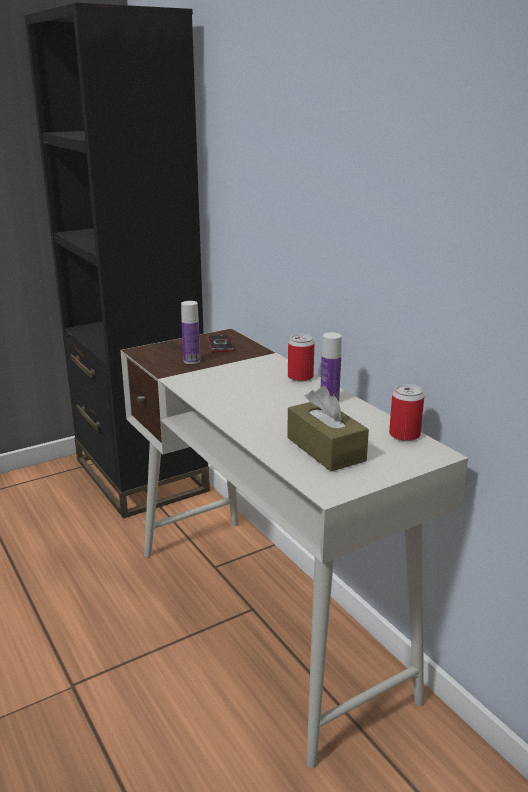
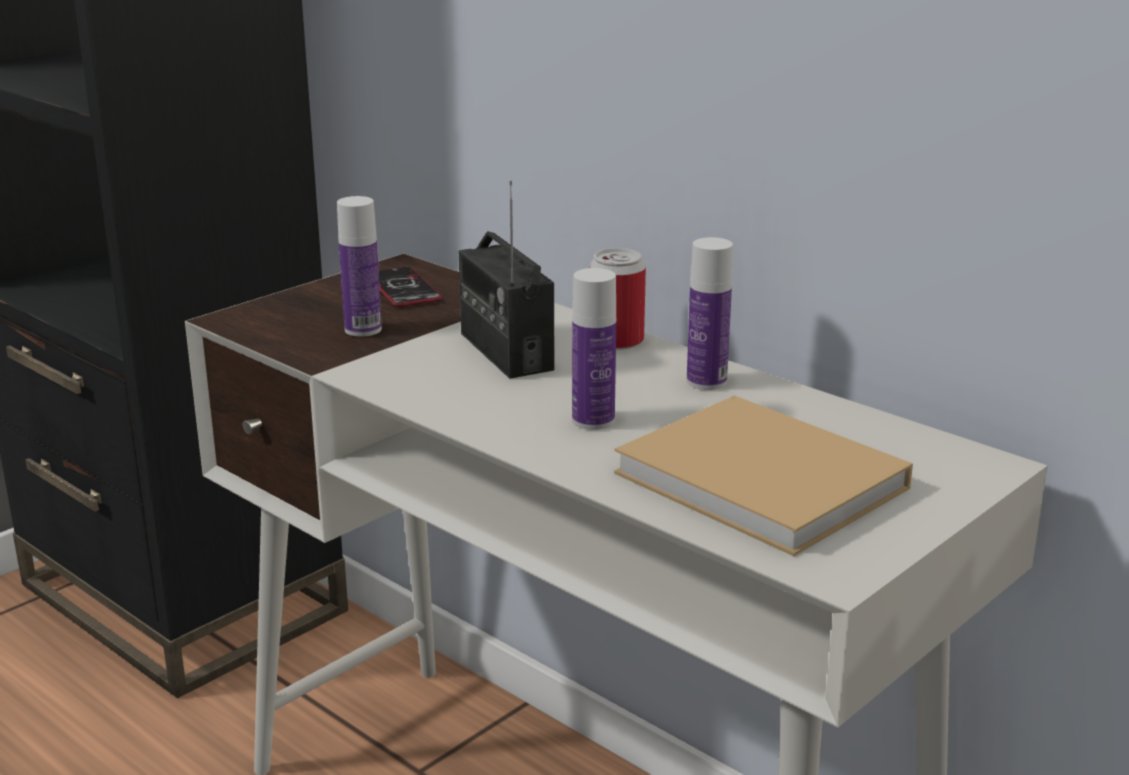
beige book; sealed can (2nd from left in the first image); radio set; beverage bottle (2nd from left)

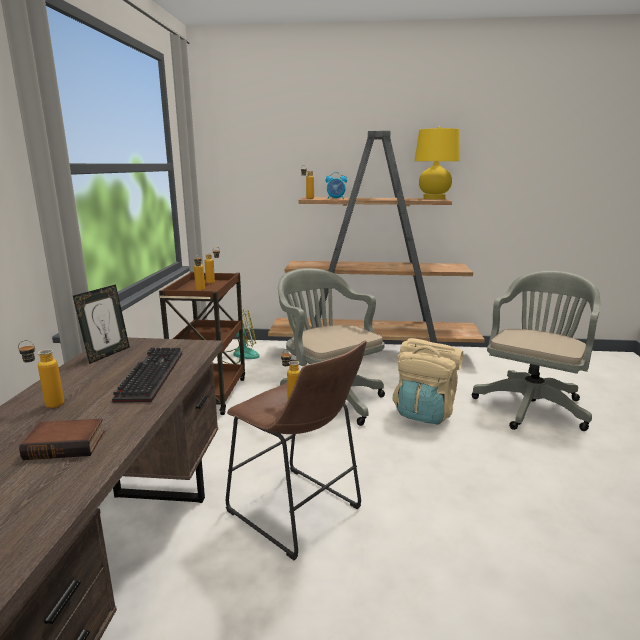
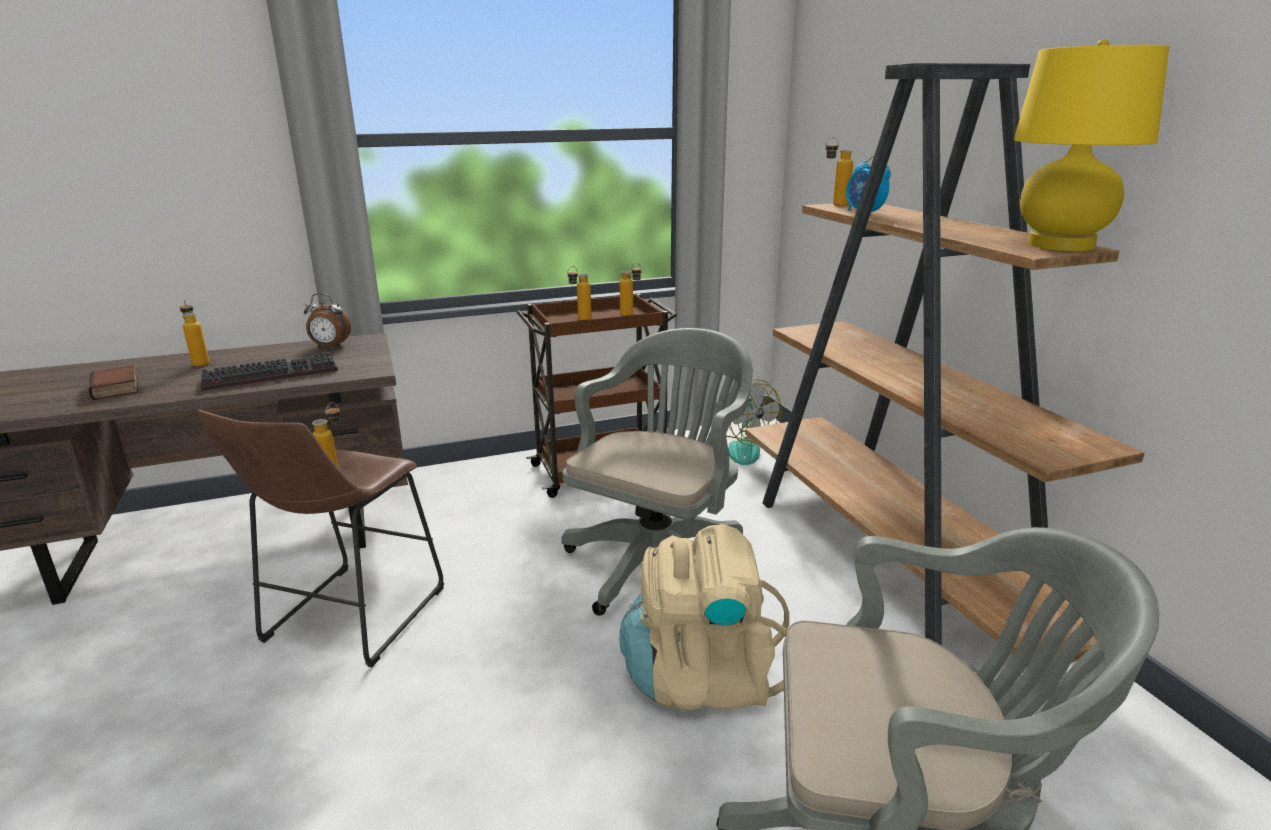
bedside clock (1st from left)

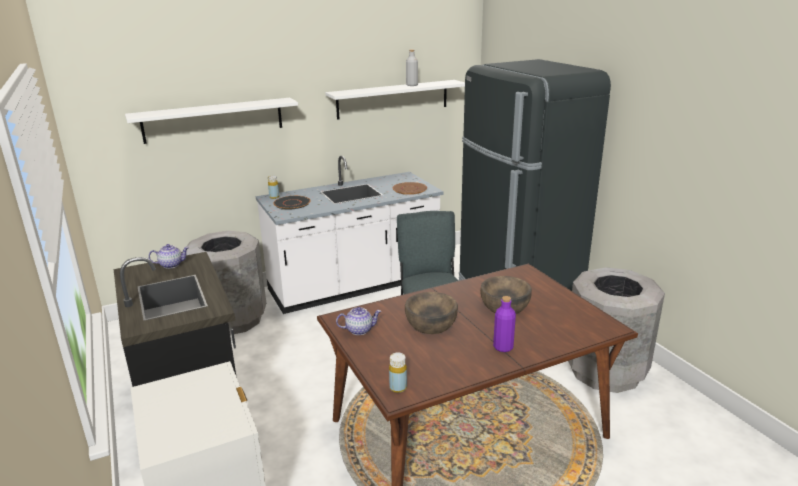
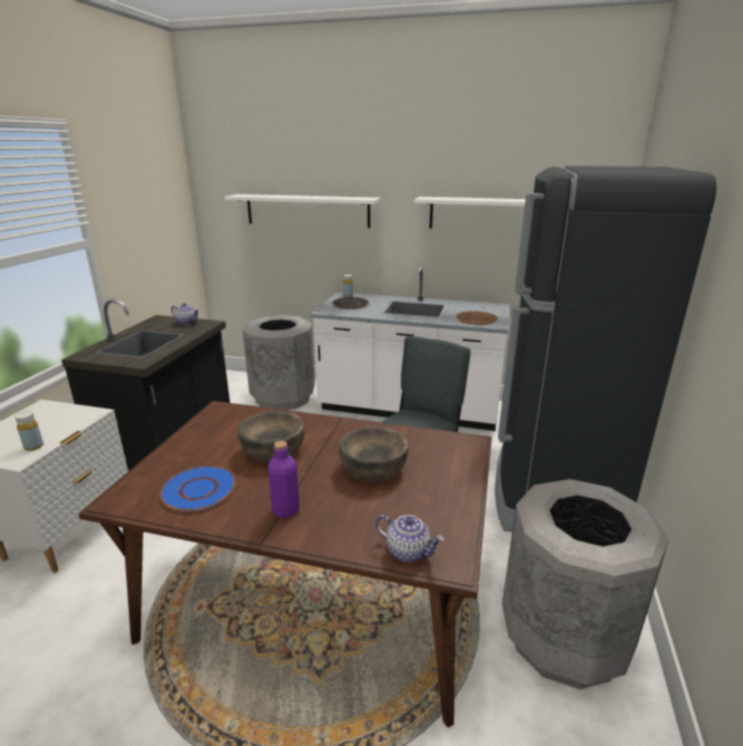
tea pot (2nd from left); yellowish beverage bottle (1st from left); gray beverage bottle; blue dinner plate

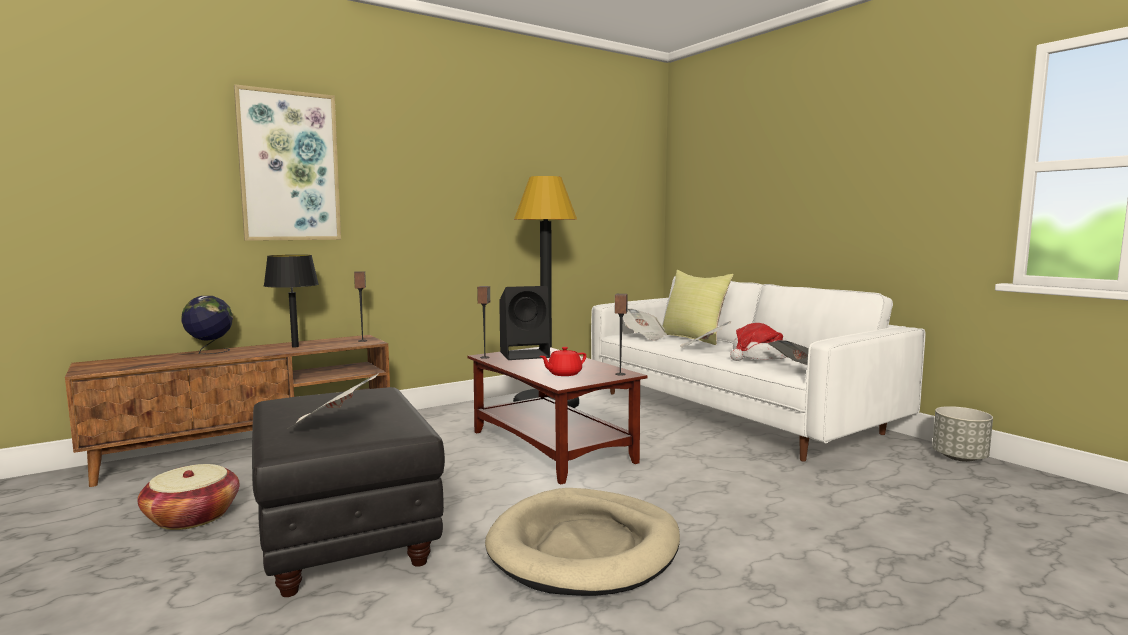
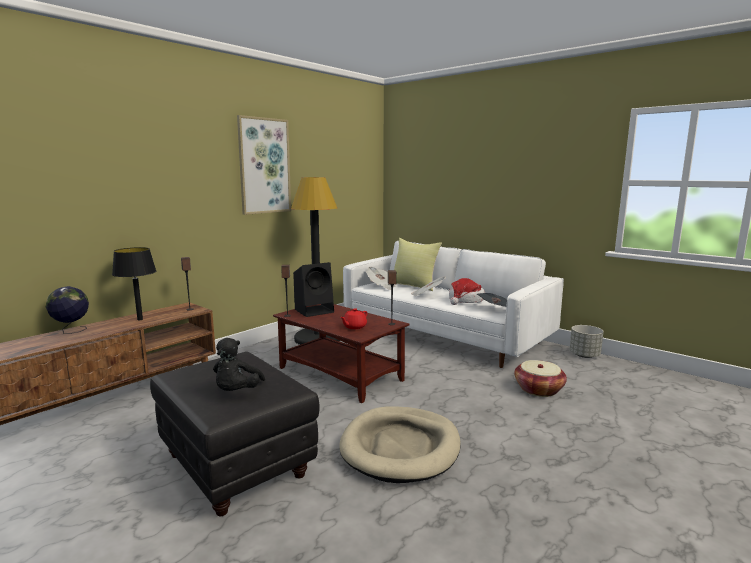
basket; wall art; black-coloured soft toy

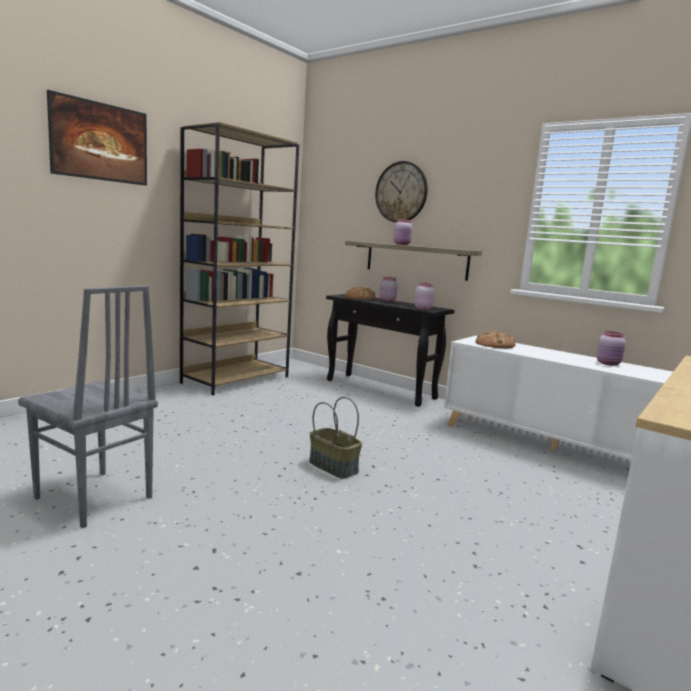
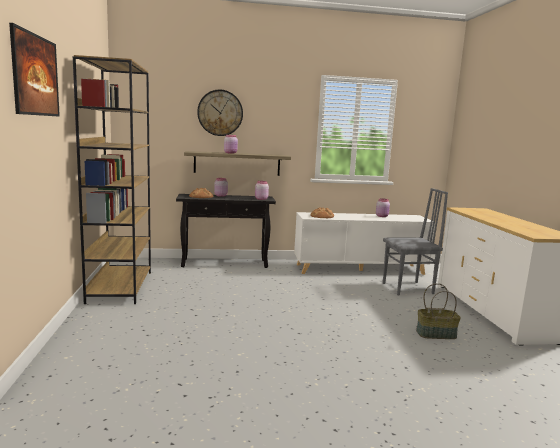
gray upright chair; basket

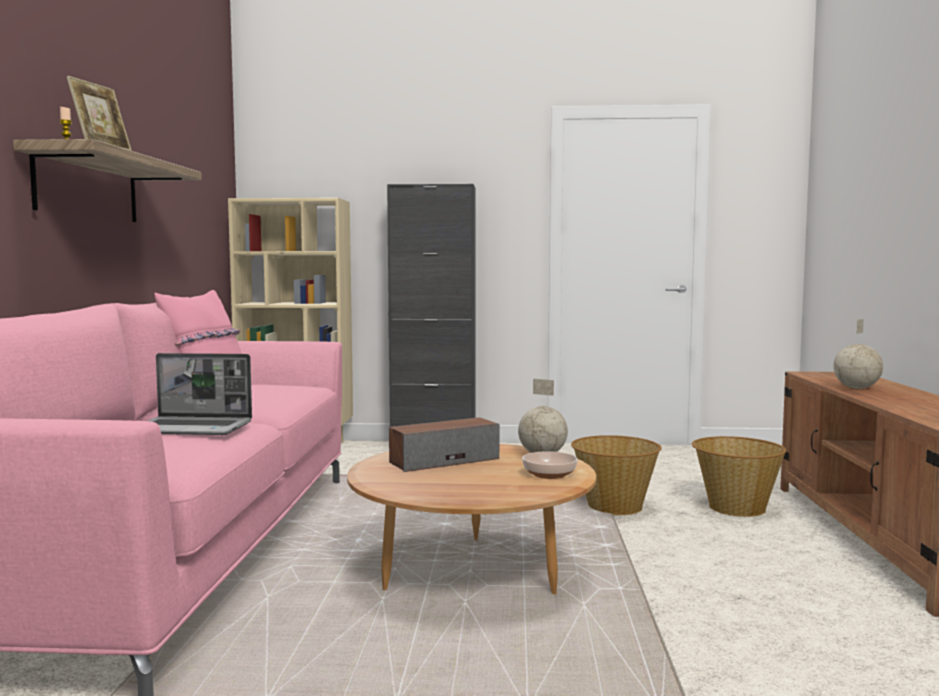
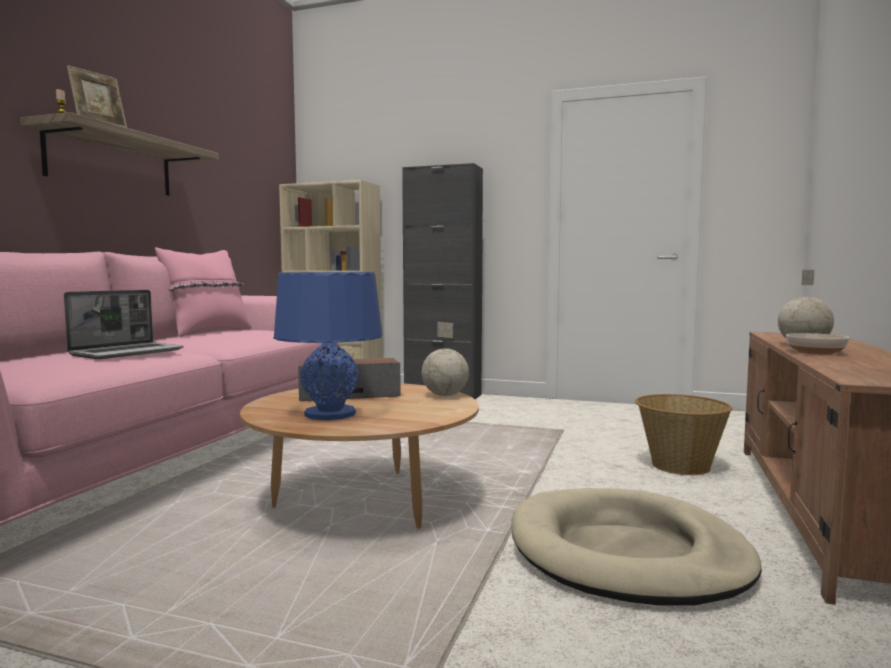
notebook computer; bowl; basket (1st from left in the first image); blue lamp for a table; beige dog cushion

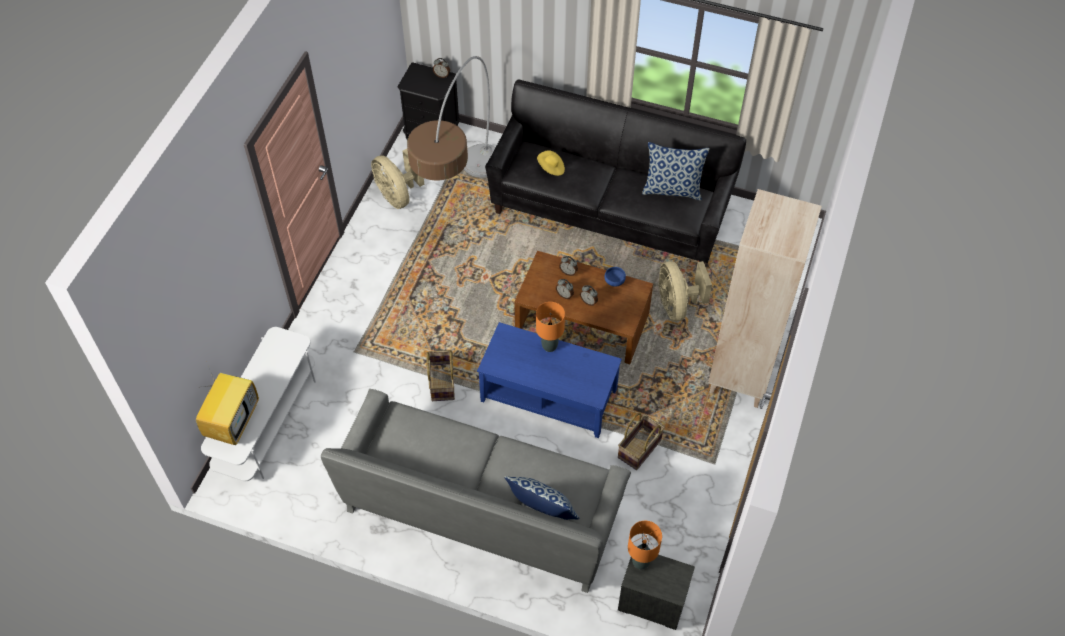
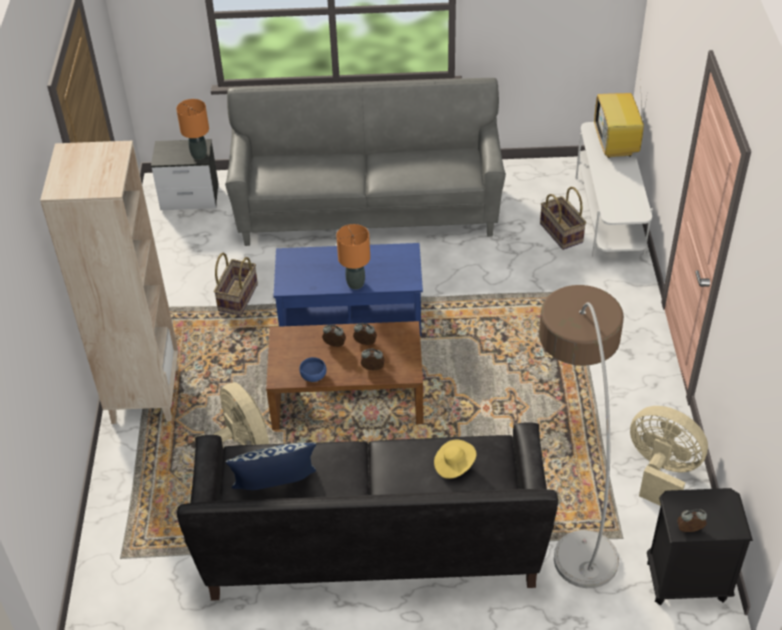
basket (2nd from left); throw pillow (1st from left in the first image)

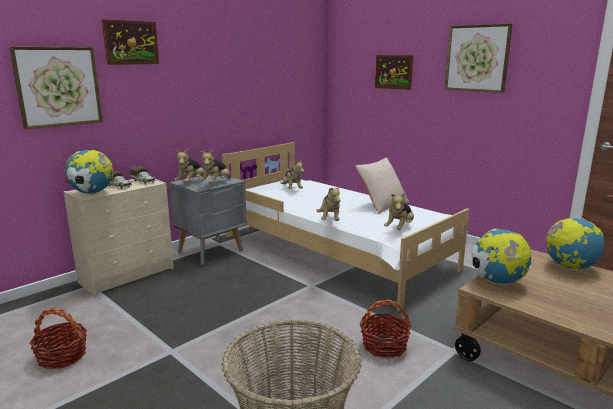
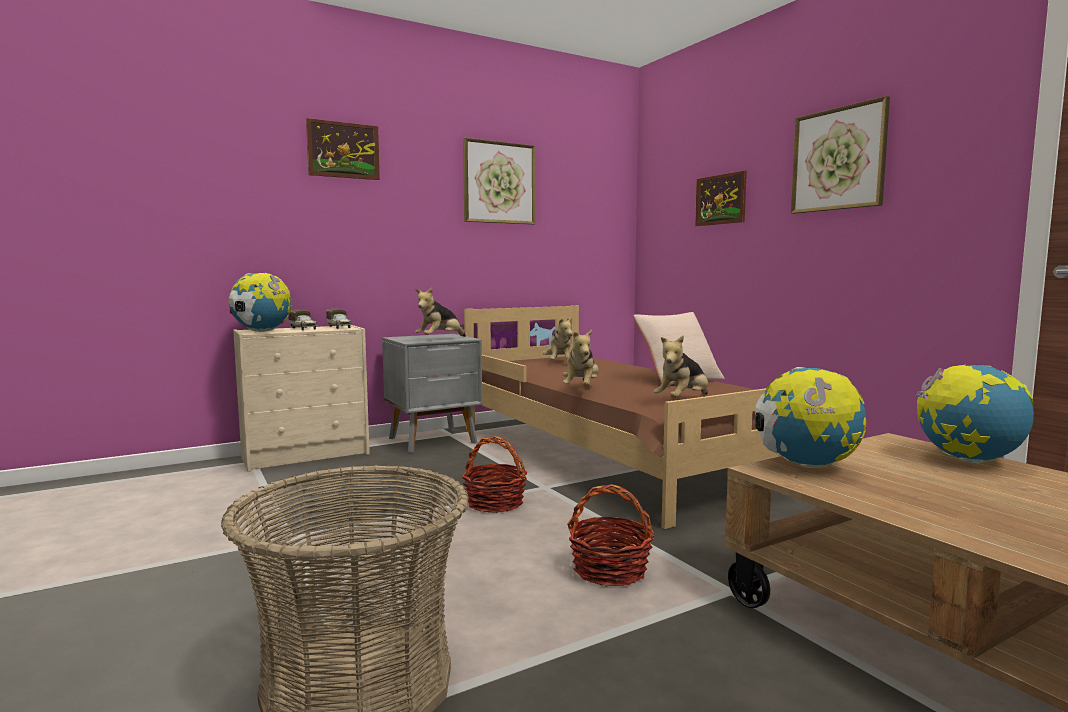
wall art (2nd from left); basket (2nd from left); soft toy (1st from left in the first image); brown bedroom bed

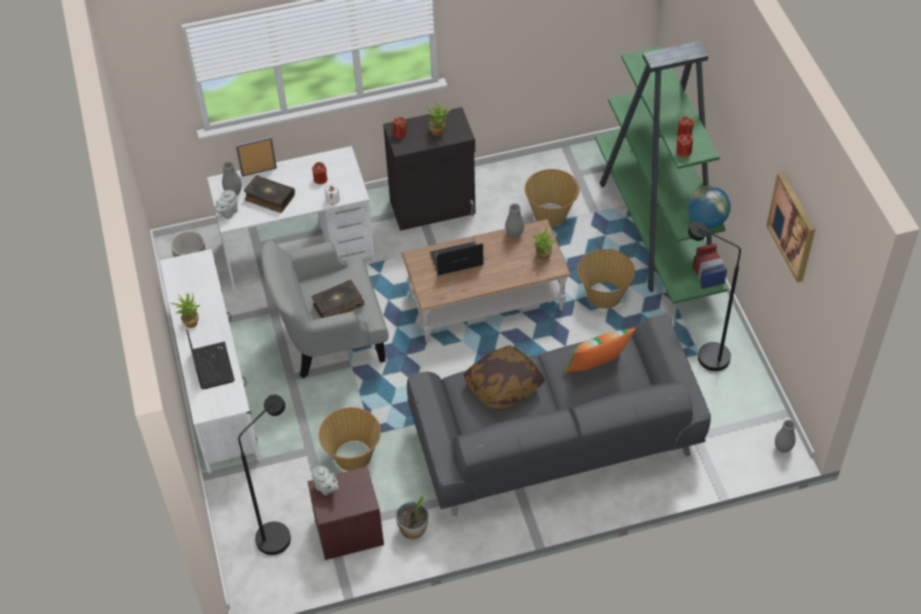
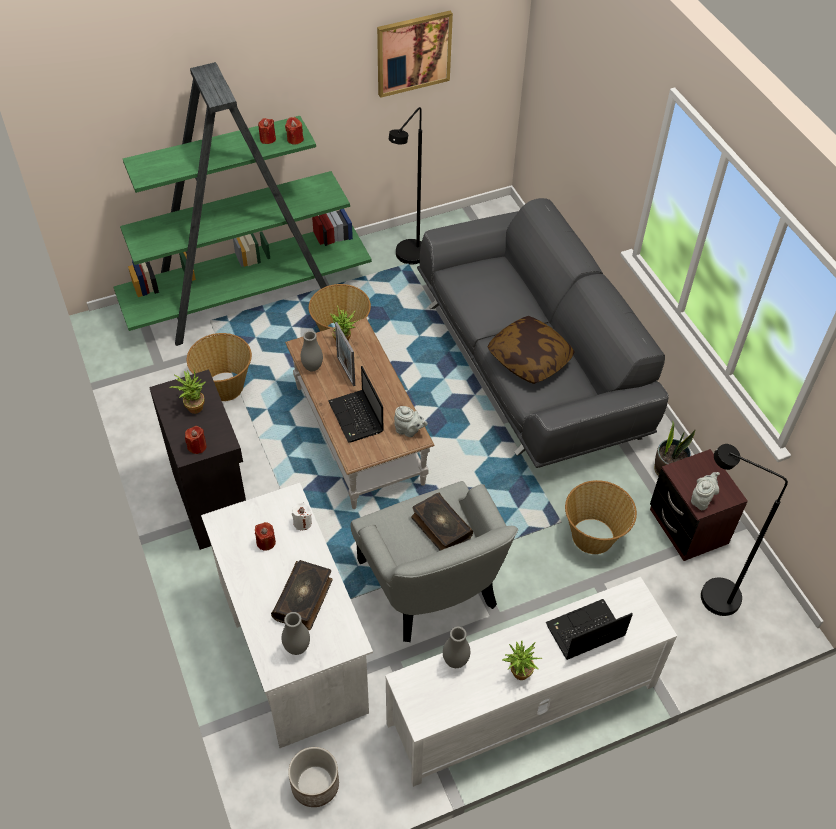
gray tea pot (1st from left); standing frame; throw pillow (2nd from left in the first image); desk globe; gray decorative vase (3rd from left)

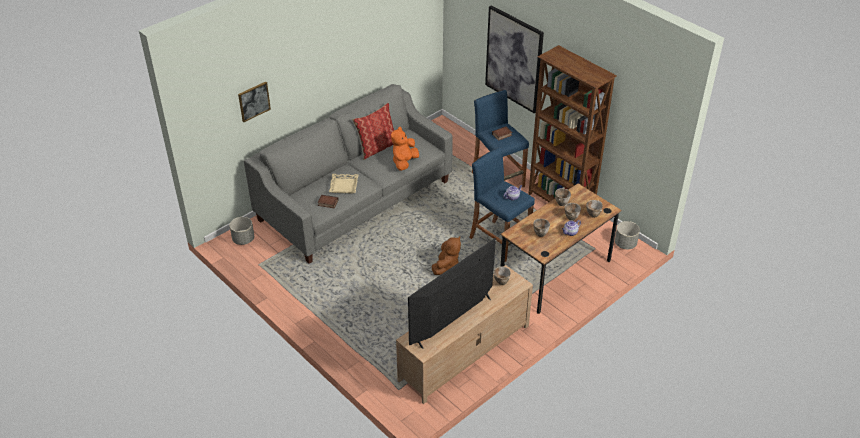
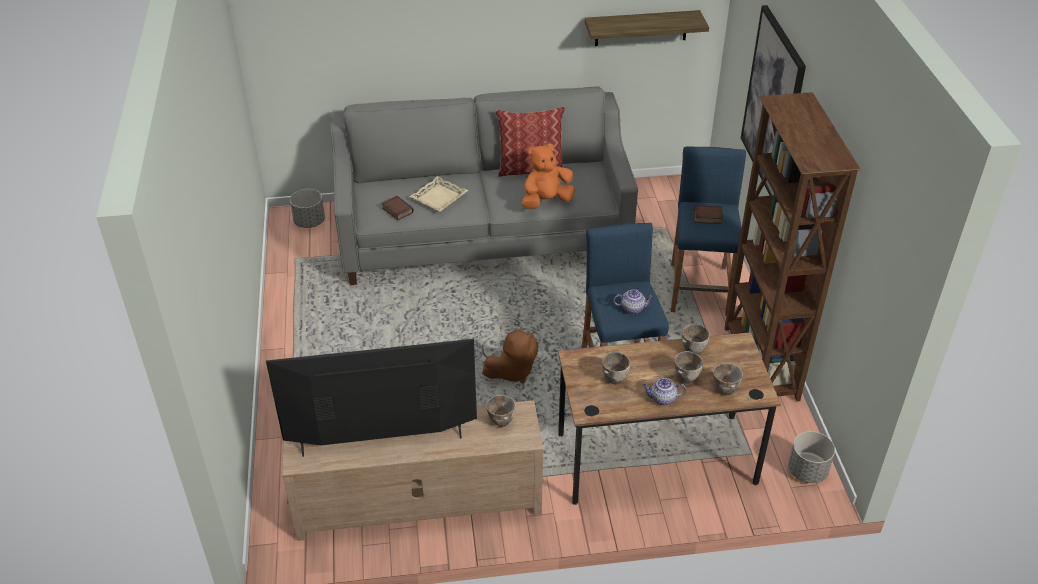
wall art (1st from left in the first image); shelf

